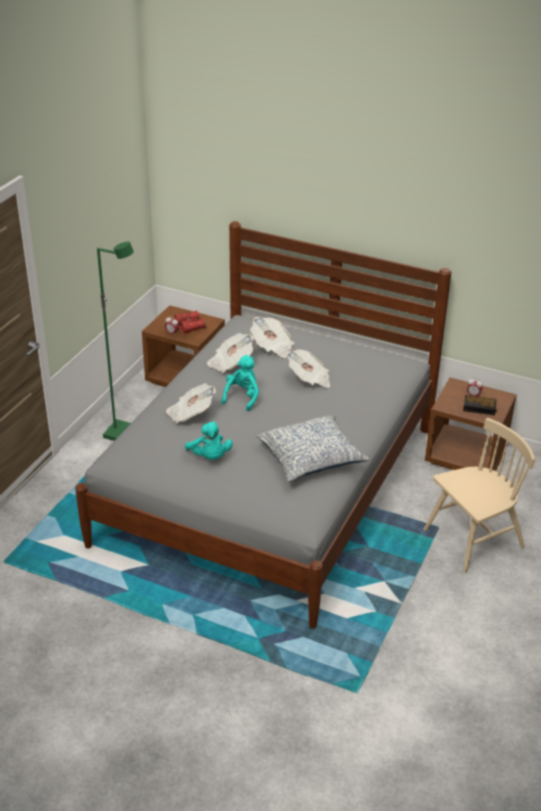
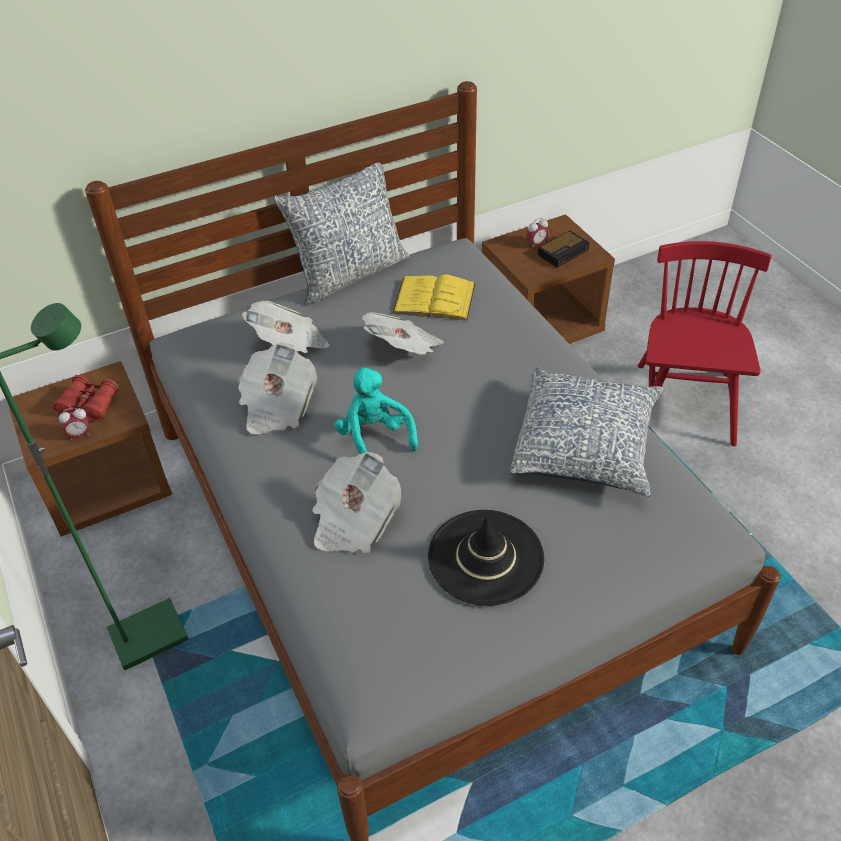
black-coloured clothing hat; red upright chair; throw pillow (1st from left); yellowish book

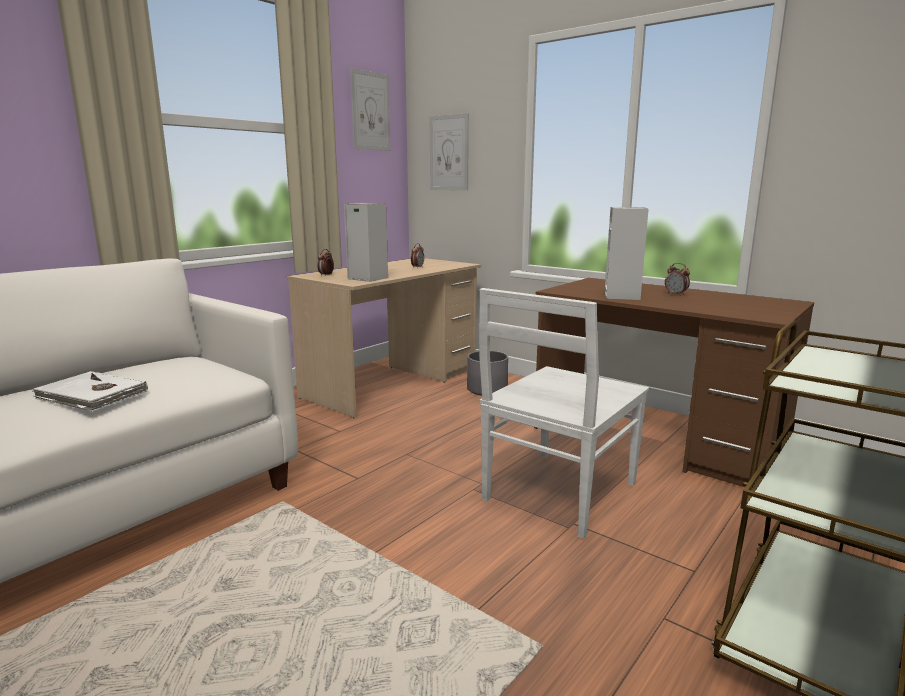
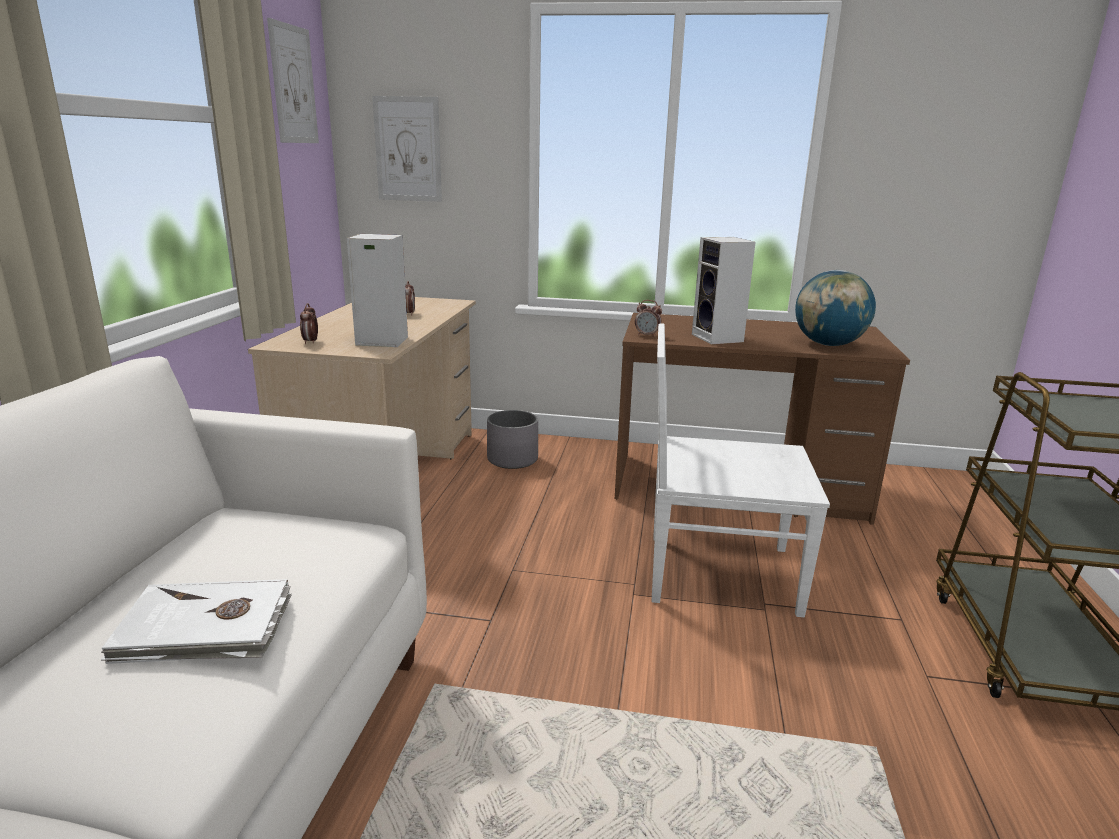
whitish upright chair; bedside clock (3rd from left); desk globe

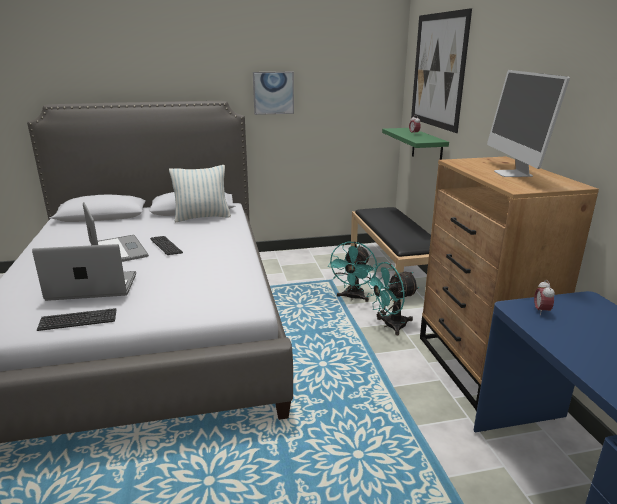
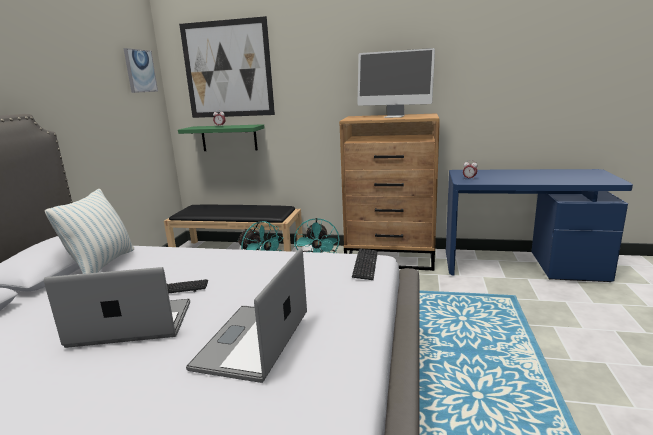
PC keyboard (2nd from left); wall art (1st from left)

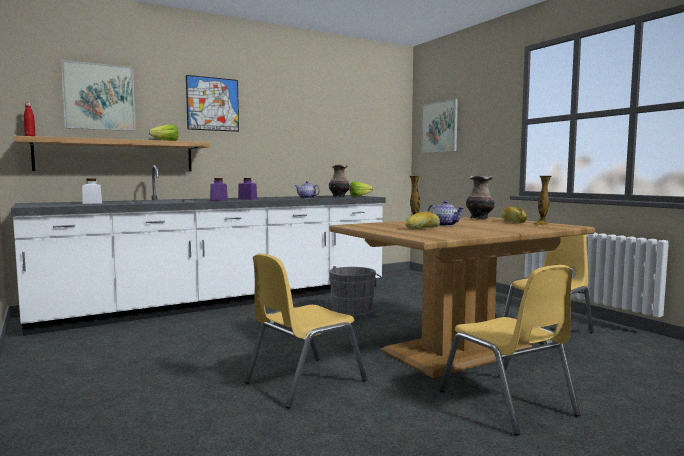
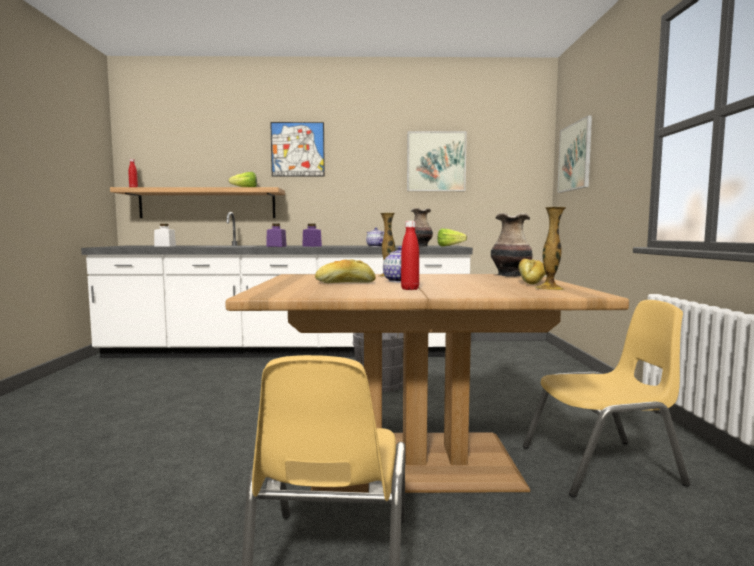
wall art (2nd from left); yellowish upright chair (1st from left in the first image); red beverage bottle (2nd from left)

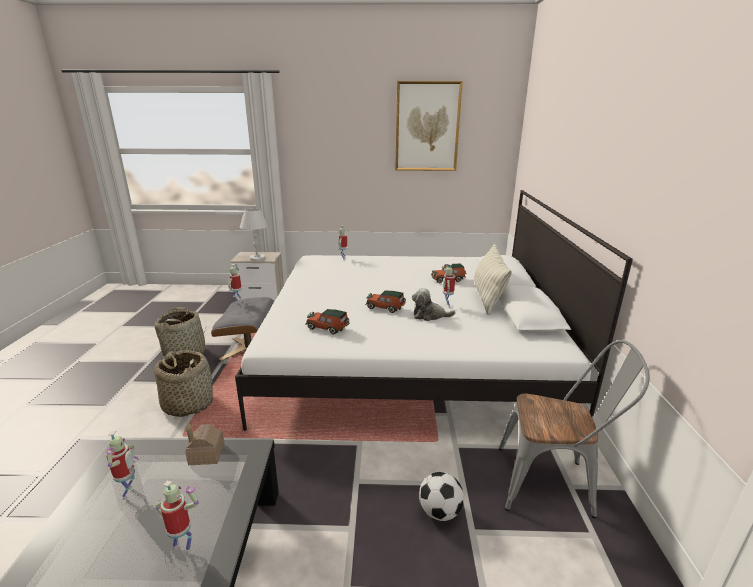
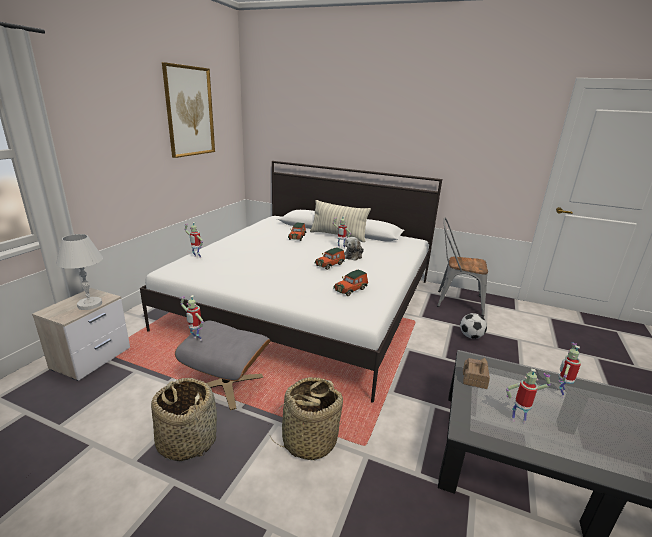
gray upright chair

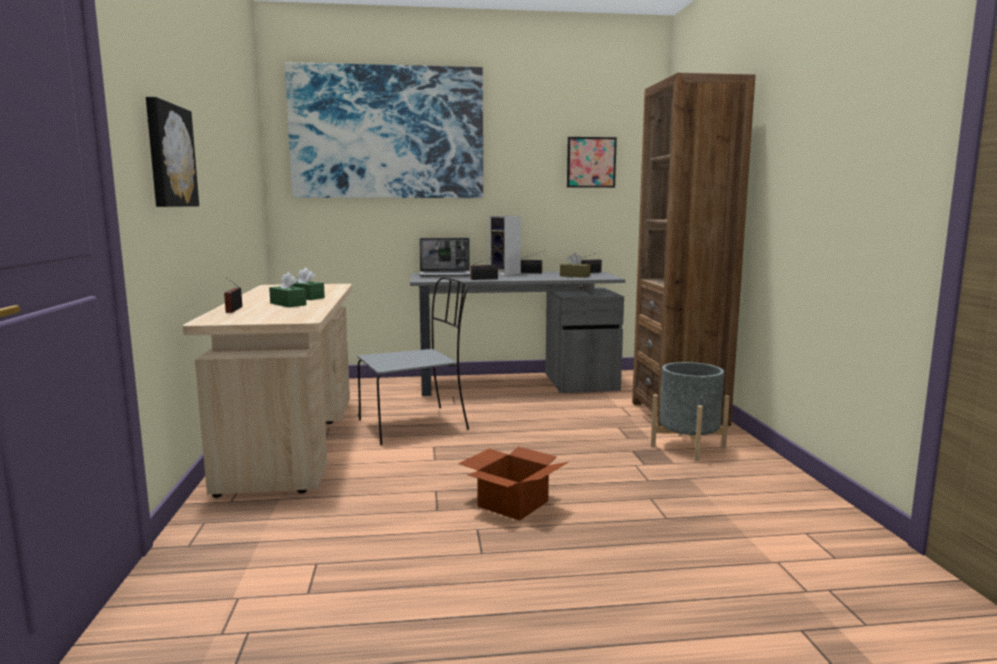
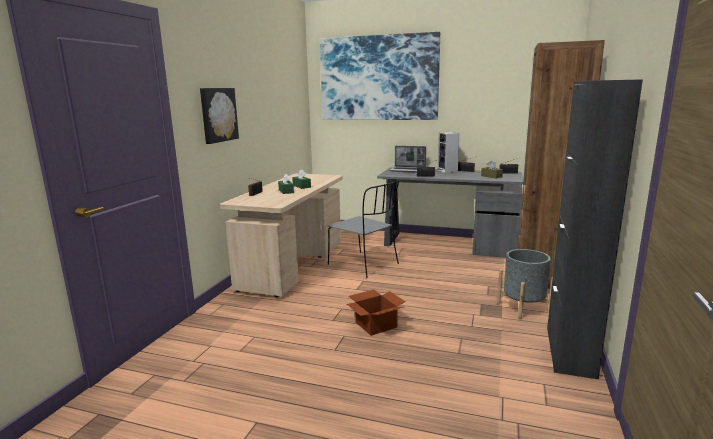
gray upright chair; wall art (3rd from left in the first image); black-coloured storage cabinet

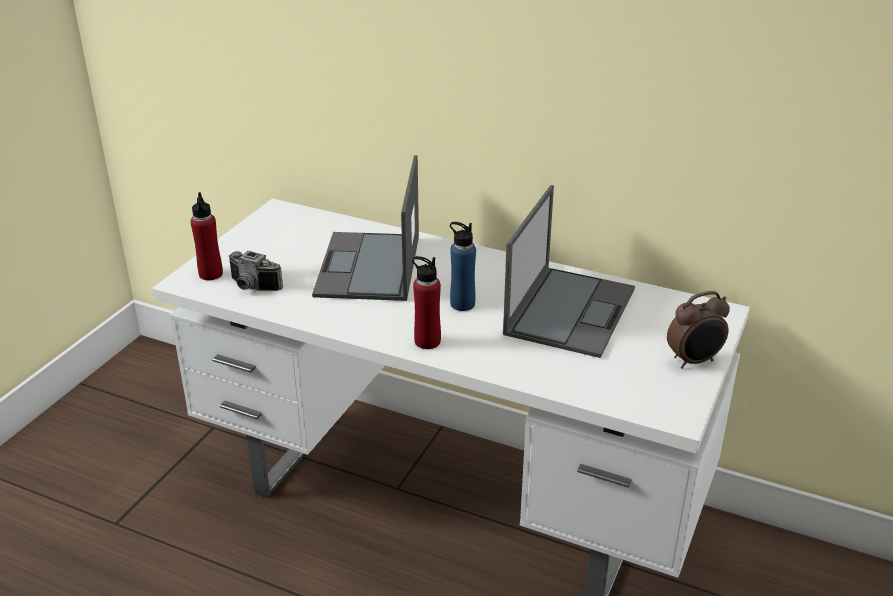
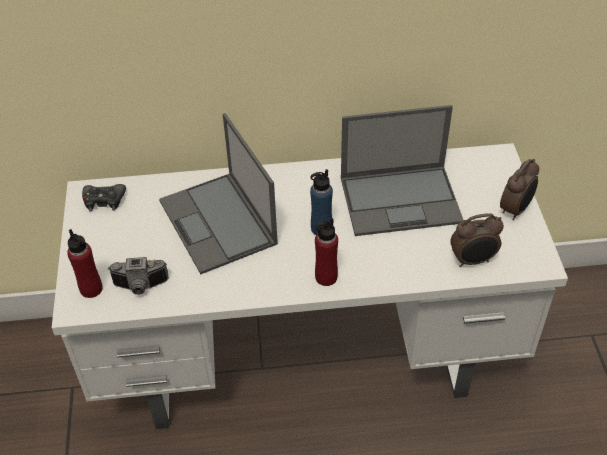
notebook computer (2nd from left); black-coloured game controller; bedside clock (1st from left)

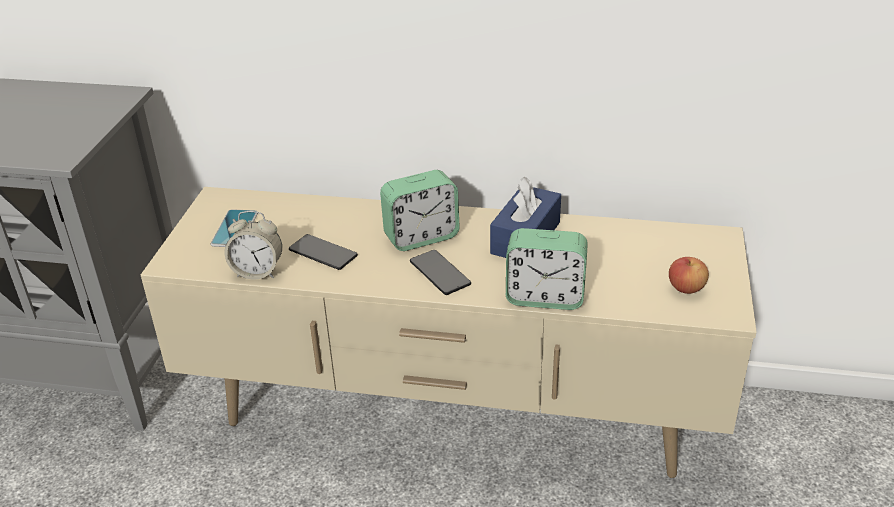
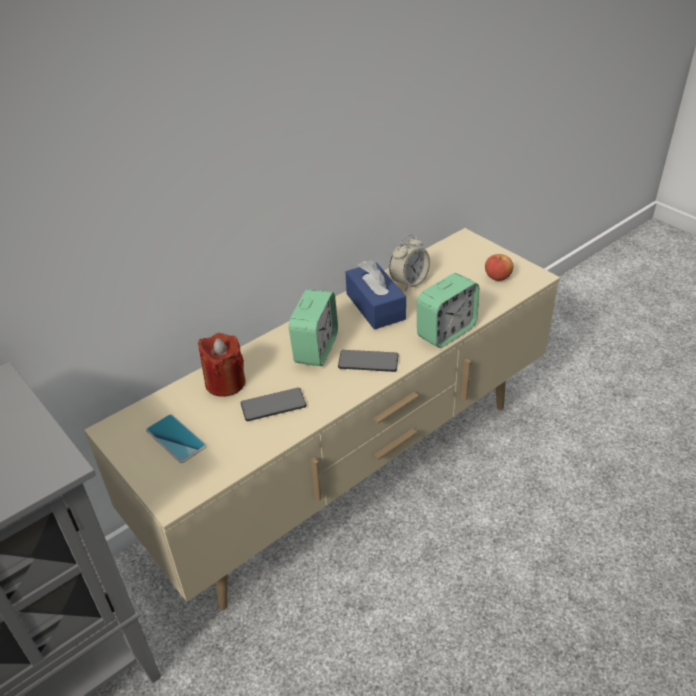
bedside clock (2nd from left); red candle

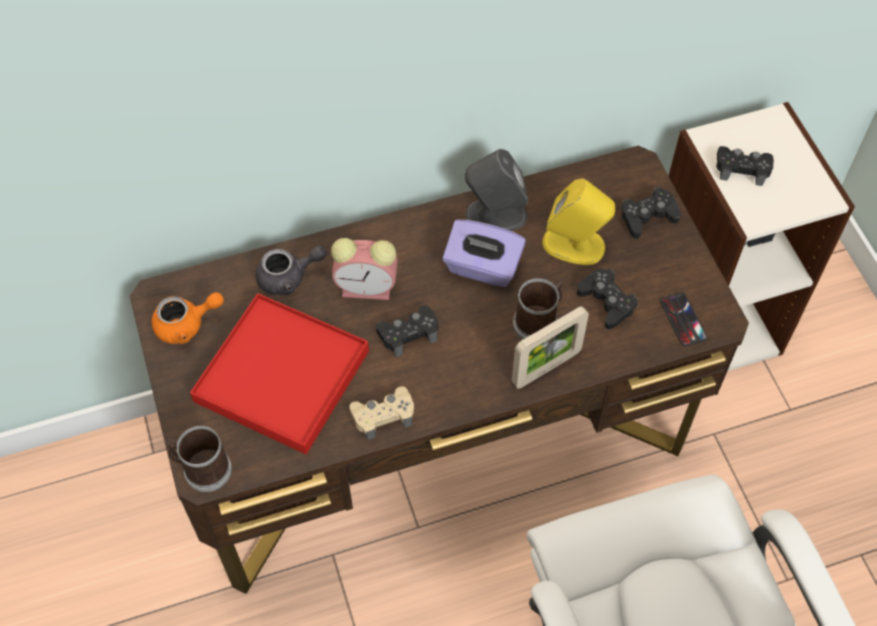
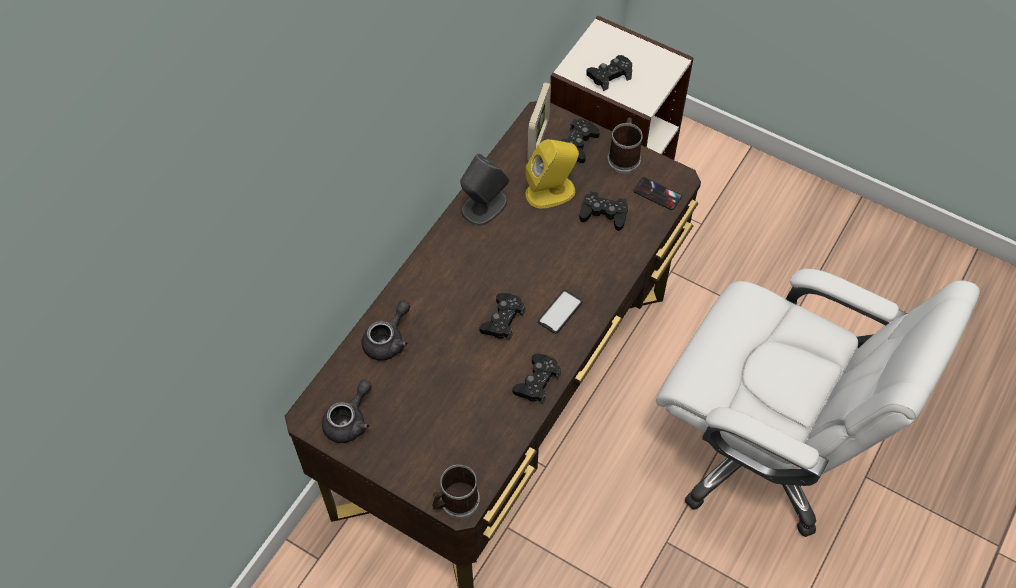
gray tea pot (1st from left); red serving tray; bedside clock; black-coloured game controller (2nd from left); purple tissue holder; standing frame; mug (2nd from left); handset (1st from left)

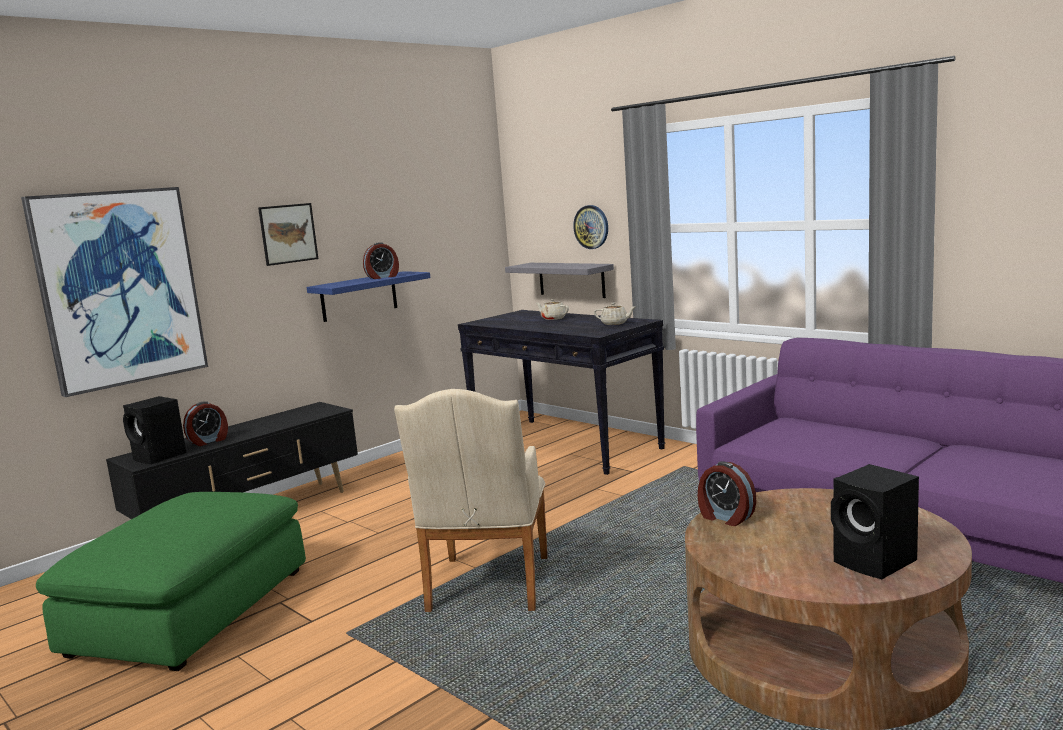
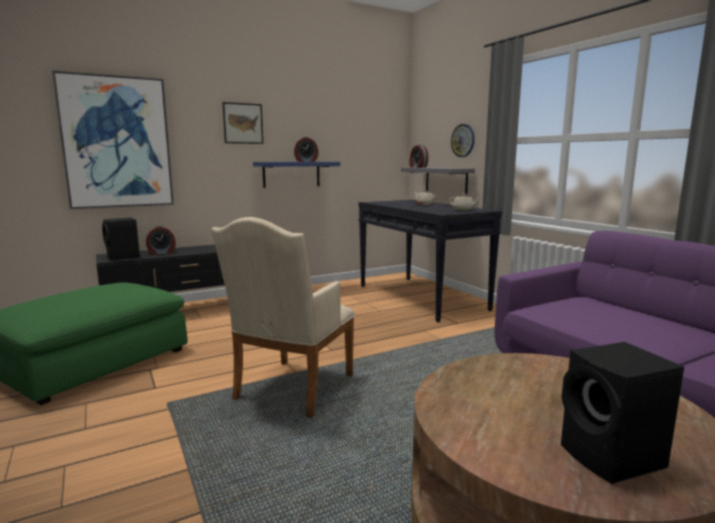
bedside clock (3rd from left)

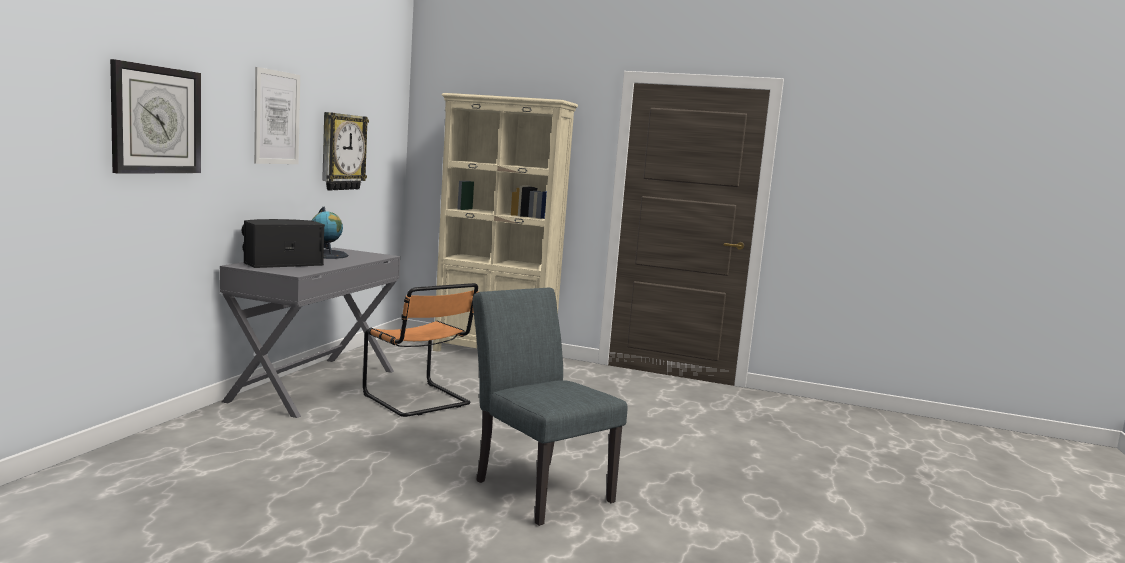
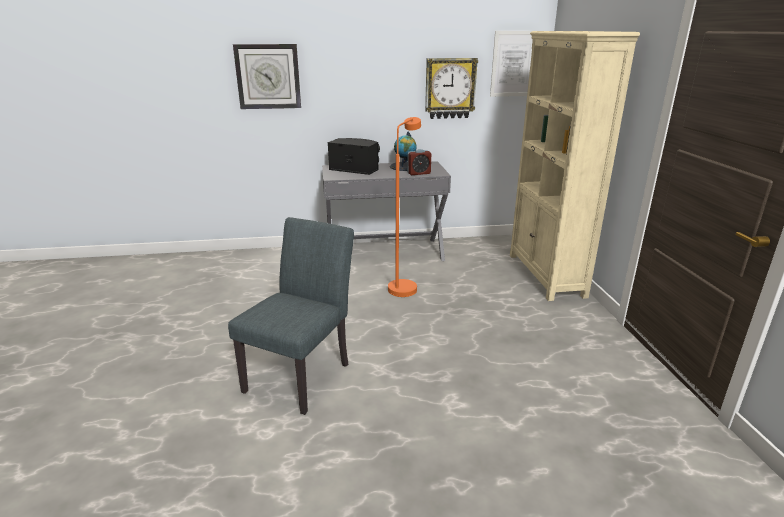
wall art; orange standard lamp; bedside clock

